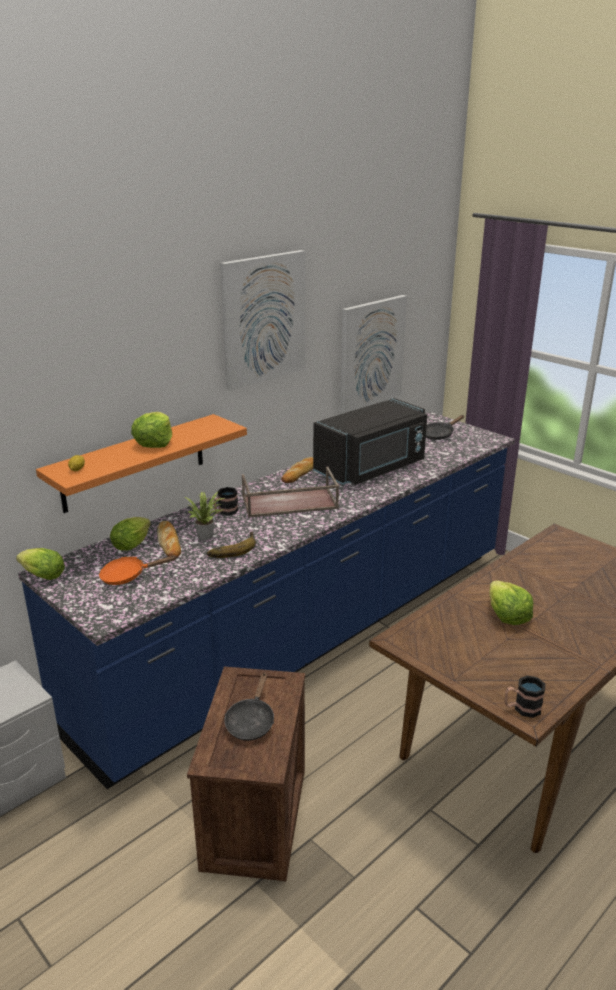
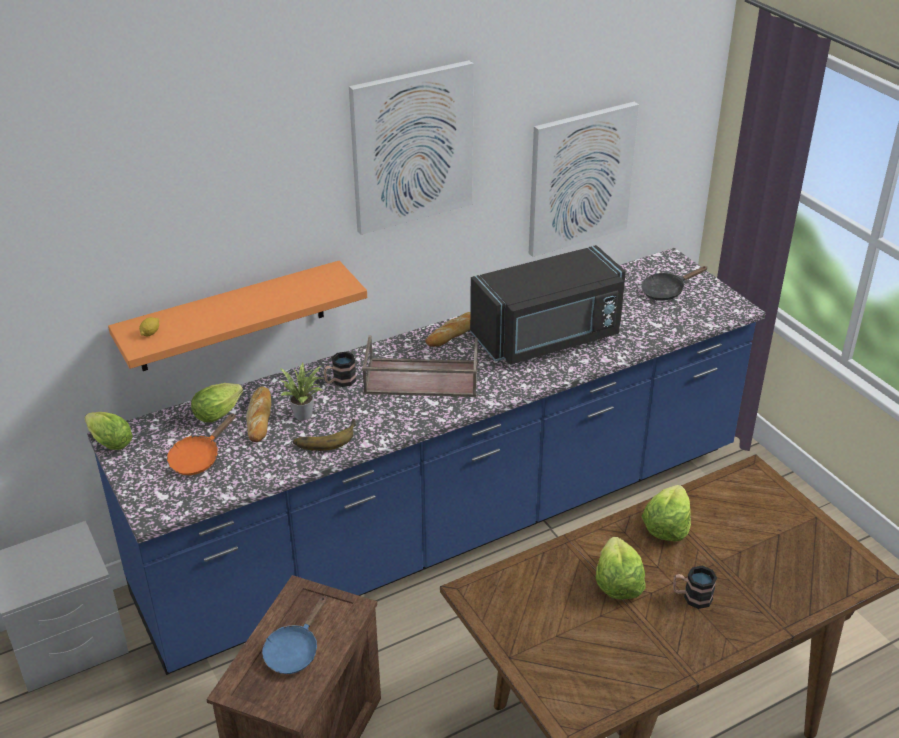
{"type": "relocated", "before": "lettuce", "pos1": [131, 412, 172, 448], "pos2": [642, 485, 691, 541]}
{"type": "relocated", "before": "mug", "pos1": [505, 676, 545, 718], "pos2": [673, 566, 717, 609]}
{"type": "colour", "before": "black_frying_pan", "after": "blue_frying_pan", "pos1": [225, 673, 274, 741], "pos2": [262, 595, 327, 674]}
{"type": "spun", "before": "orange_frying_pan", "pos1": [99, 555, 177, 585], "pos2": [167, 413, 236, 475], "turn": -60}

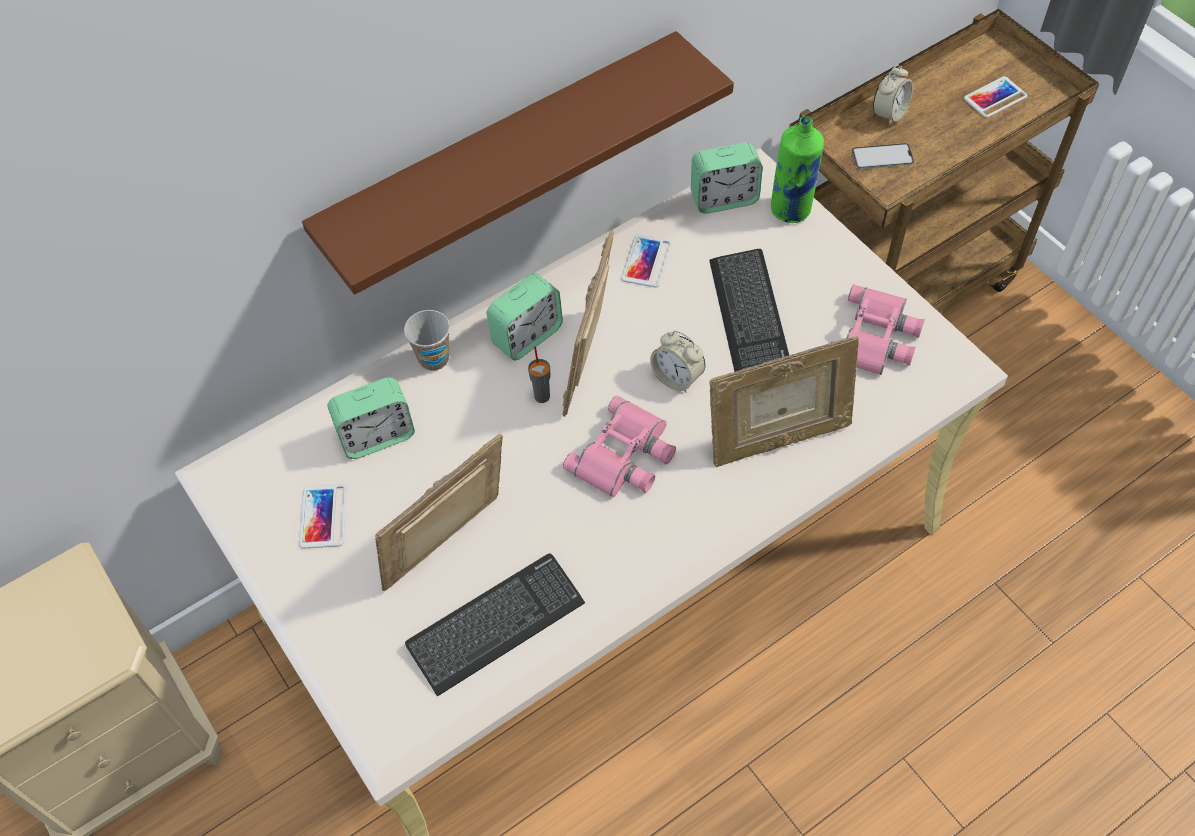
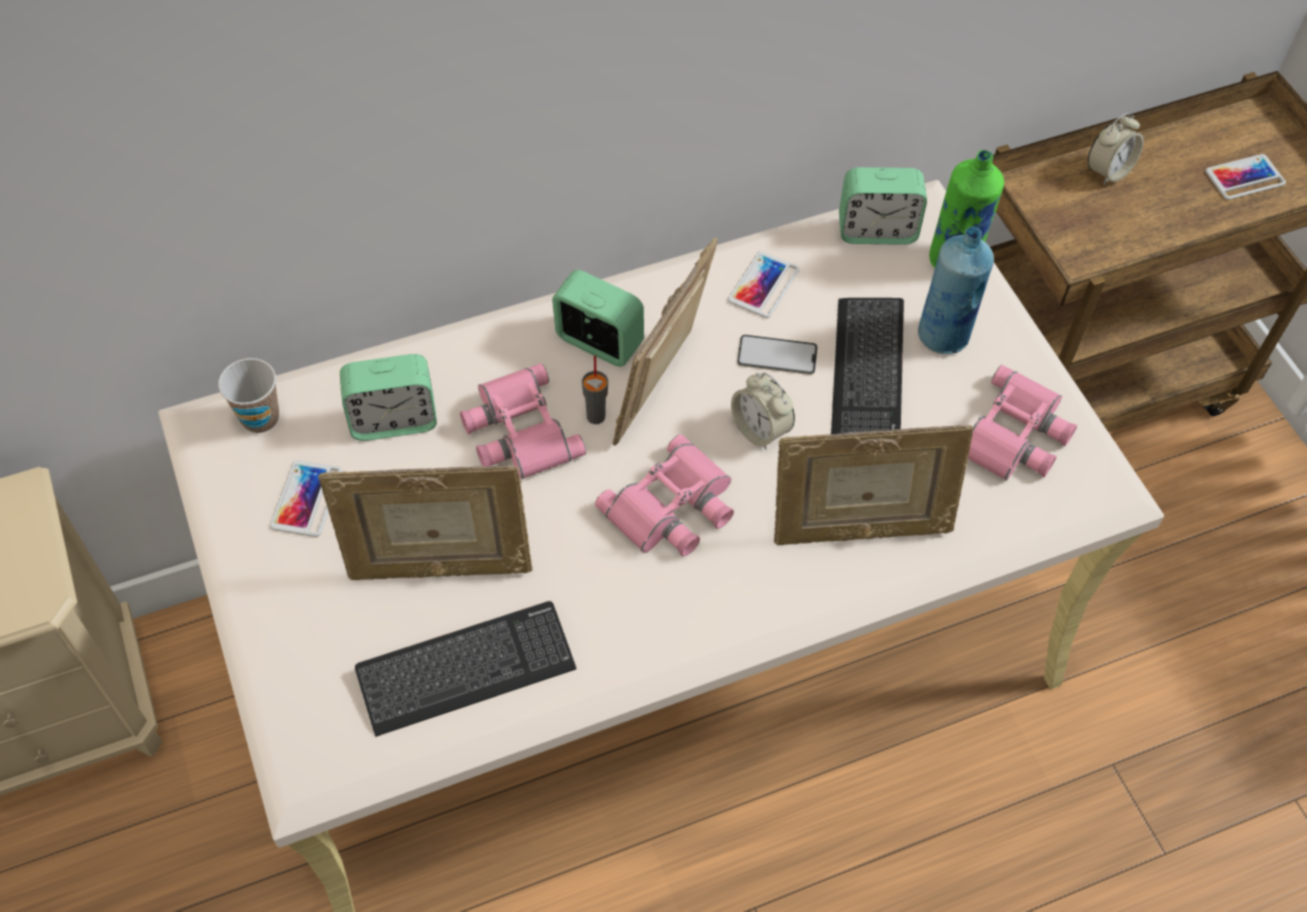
{"type": "missing", "before": "brown_shelf", "pos1": [302, 31, 734, 295]}
{"type": "appeared", "after": "pink_binoculars", "pos2": [460, 363, 586, 479]}
{"type": "appeared", "after": "blue_bottle", "pos2": [918, 227, 994, 354]}
{"type": "relocated", "before": "cup", "pos1": [404, 310, 450, 371], "pos2": [218, 358, 279, 433]}
{"type": "relocated", "before": "phone", "pos1": [852, 143, 914, 169], "pos2": [737, 335, 817, 375]}
{"type": "spun", "before": "picture_frame", "pos1": [375, 434, 503, 591], "pos2": [318, 465, 533, 580], "turn": -150}
{"type": "spun", "before": "alarm_clock", "pos1": [487, 273, 563, 360], "pos2": [552, 270, 644, 367], "turn": -120}

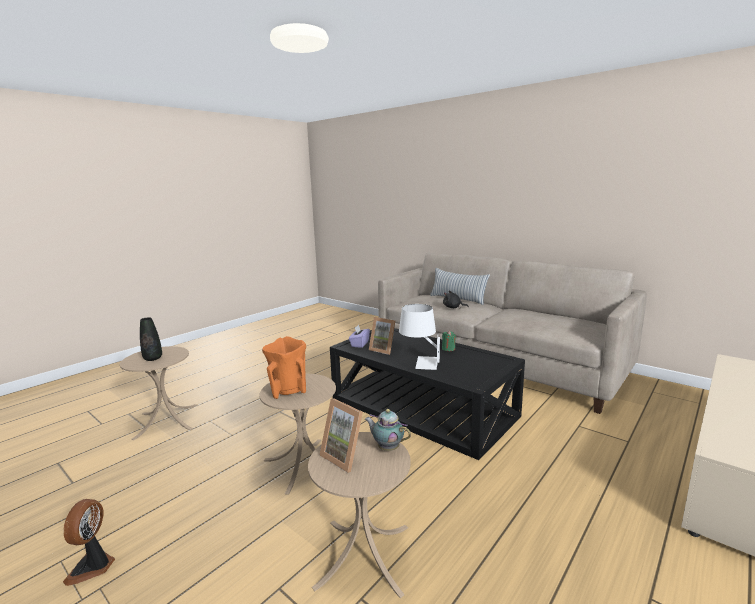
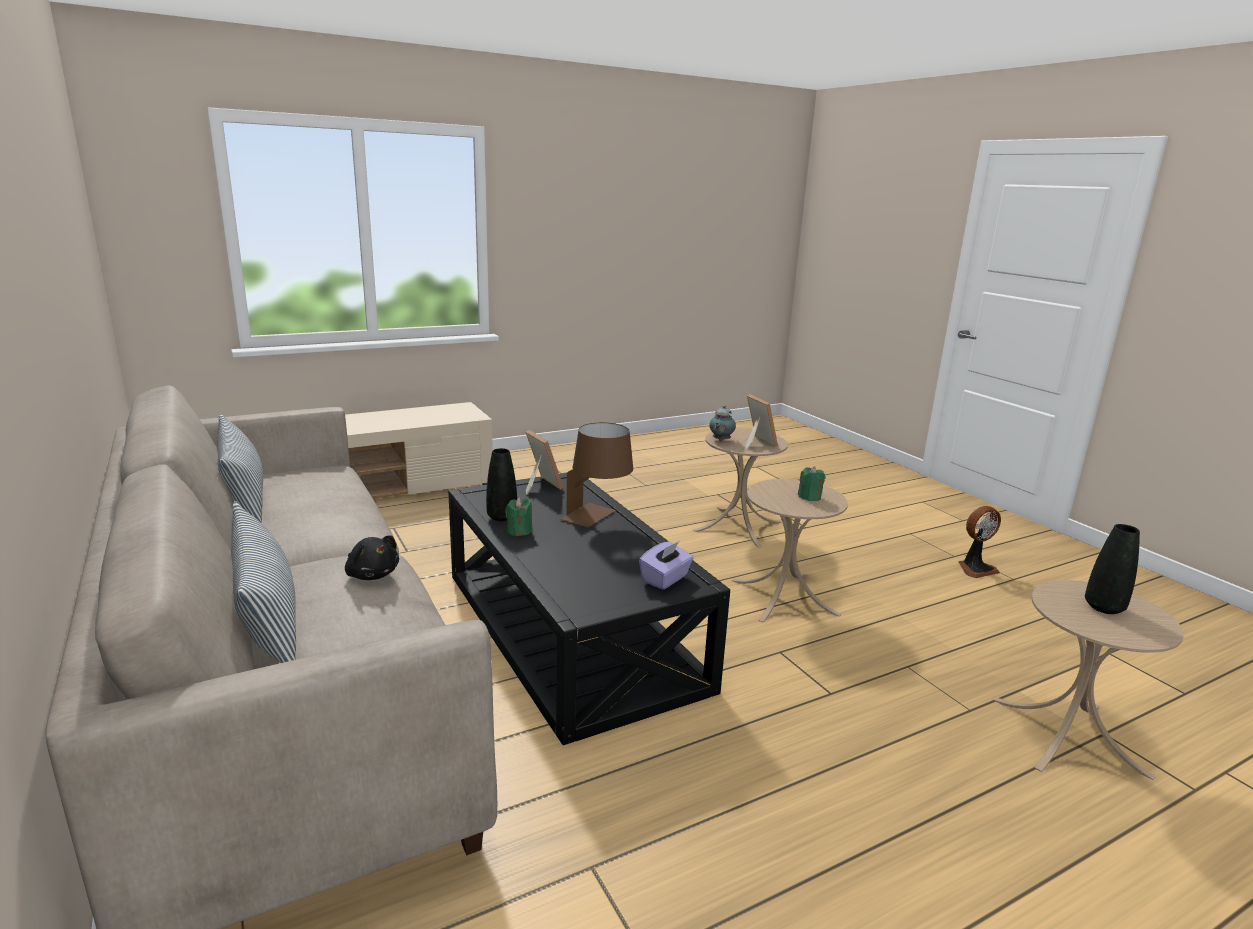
{"type": "appeared", "after": "pillow", "pos2": [217, 414, 263, 523]}
{"type": "appeared", "after": "black_vase", "pos2": [486, 448, 517, 521]}
{"type": "relocated", "before": "picture_frame", "pos1": [369, 317, 395, 355], "pos2": [526, 430, 563, 494]}
{"type": "exchanged", "before": "orange_vase", "after": "green_candle", "pos1": [262, 336, 306, 399], "pos2": [798, 466, 826, 501]}
{"type": "colour", "before": "white_table_lamp", "after": "brown_table_lamp", "pos1": [399, 304, 440, 370], "pos2": [561, 422, 633, 528]}
{"type": "spun", "before": "fan", "pos1": [63, 499, 115, 586], "pos2": [958, 506, 1001, 578], "turn": 45}
{"type": "spun", "before": "teapot", "pos1": [365, 409, 411, 451], "pos2": [710, 405, 736, 442], "turn": 60}

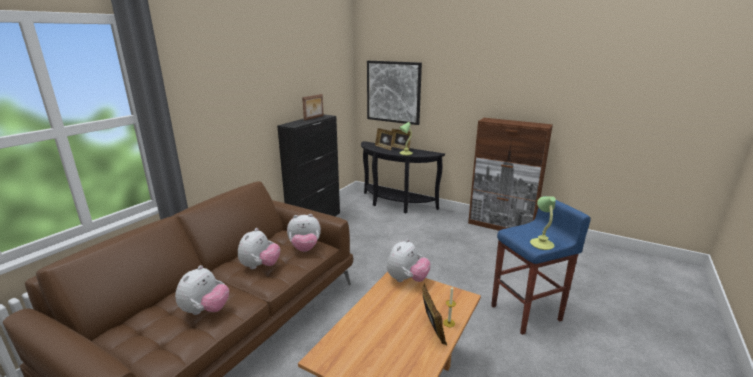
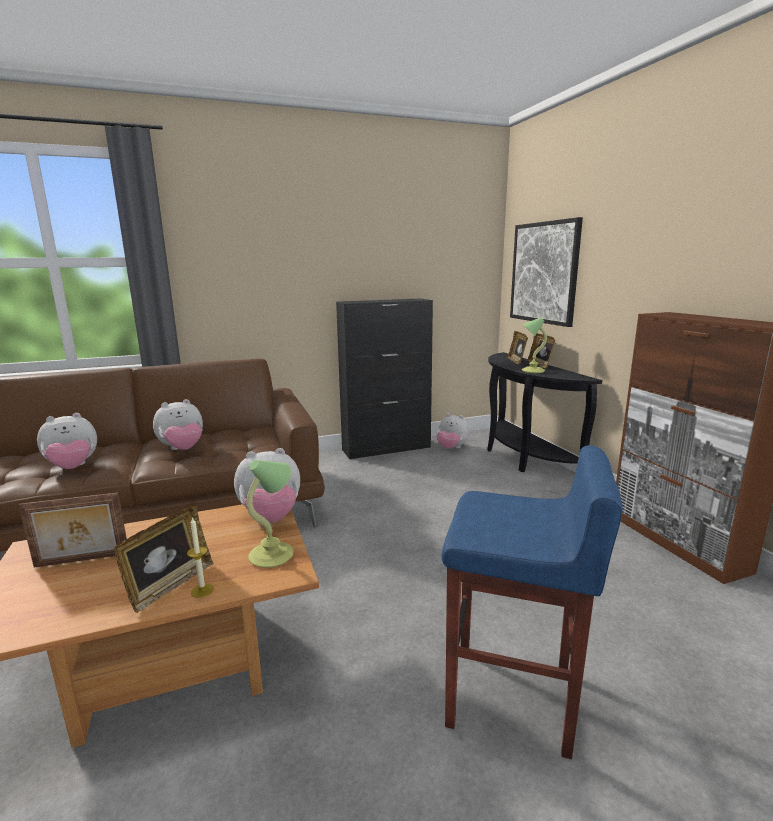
{"type": "relocated", "before": "plush_toy", "pos1": [287, 214, 321, 252], "pos2": [436, 414, 470, 449]}
{"type": "relocated", "before": "picture_frame", "pos1": [302, 94, 324, 121], "pos2": [18, 492, 127, 568]}
{"type": "relocated", "before": "table_lamp", "pos1": [530, 196, 556, 250], "pos2": [246, 460, 294, 568]}

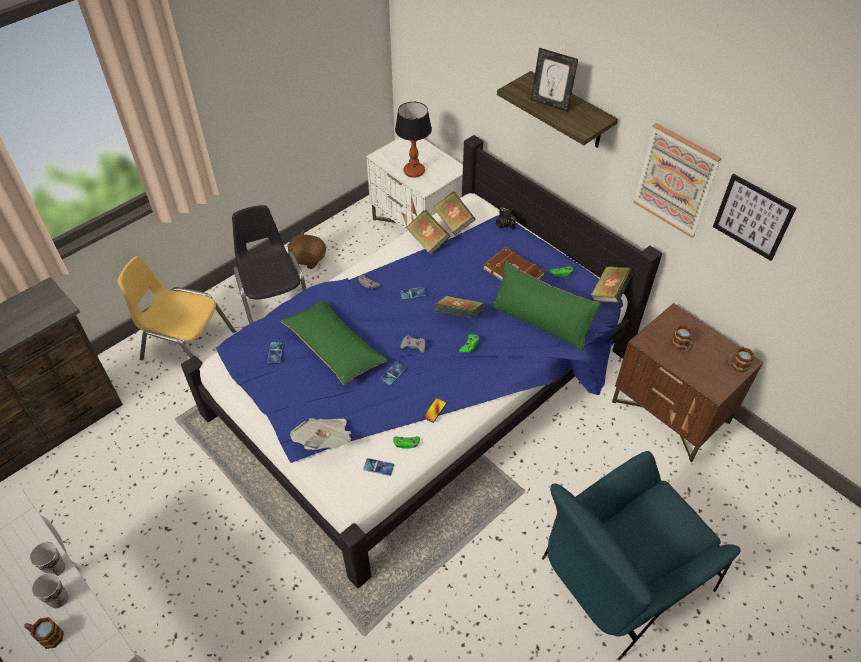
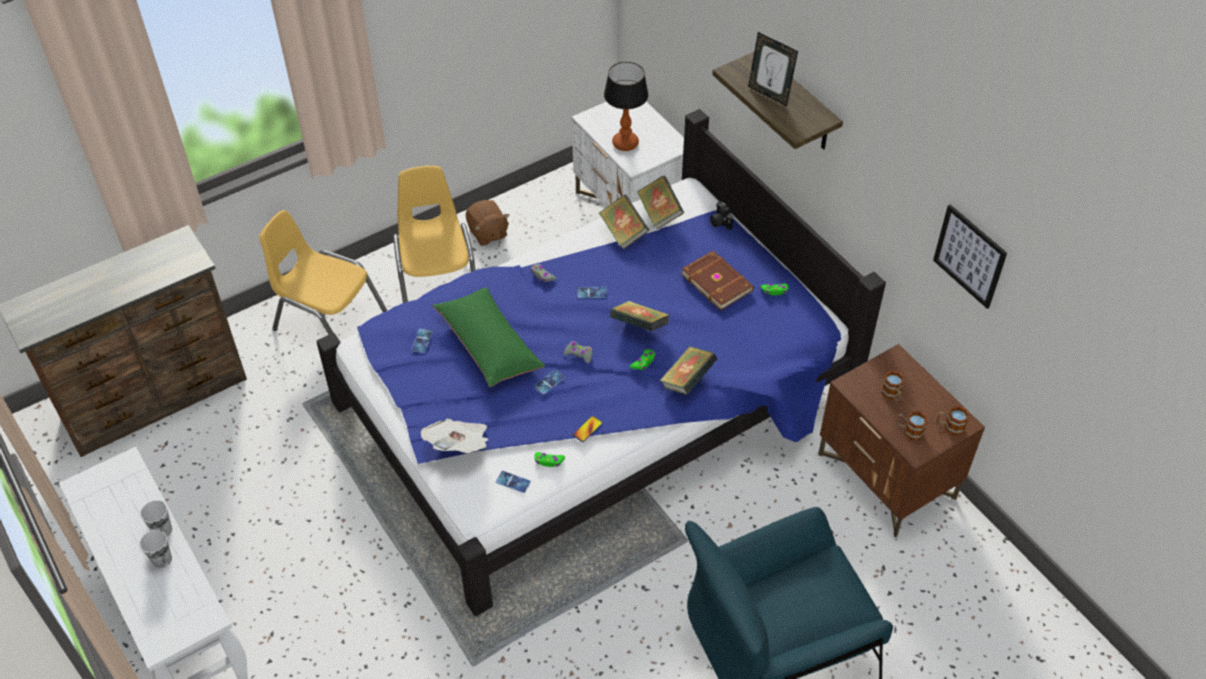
{"type": "missing", "before": "green_pillow", "pos1": [491, 261, 601, 351]}
{"type": "missing", "before": "picture", "pos1": [633, 123, 721, 238]}
{"type": "relocated", "before": "mug", "pos1": [24, 617, 64, 649], "pos2": [897, 411, 928, 440]}
{"type": "relocated", "before": "book", "pos1": [591, 266, 633, 303], "pos2": [660, 346, 717, 395]}
{"type": "colour", "before": "black_chair", "after": "yellow_chair", "pos1": [232, 205, 306, 324], "pos2": [393, 166, 476, 303]}
{"type": "spun", "before": "brown_plush_toy", "pos1": [287, 231, 326, 269], "pos2": [466, 200, 510, 246], "turn": -150}

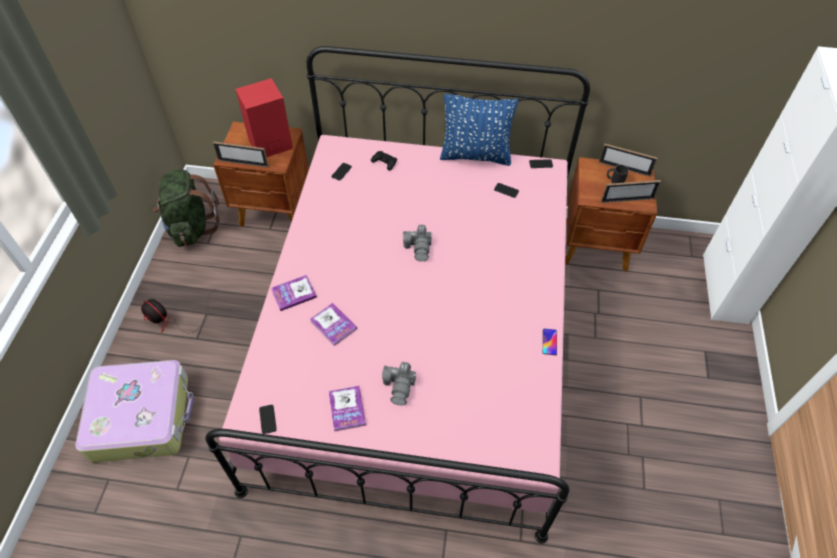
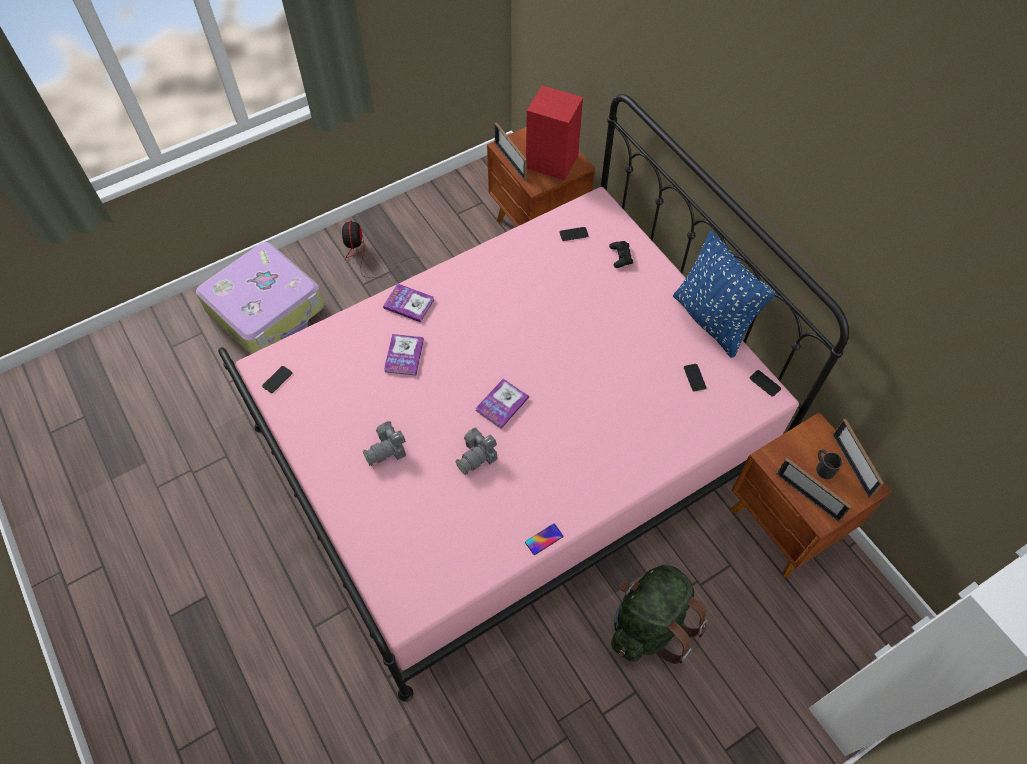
{"type": "relocated", "before": "green_backpack", "pos1": [153, 169, 220, 247], "pos2": [611, 564, 708, 664]}
{"type": "relocated", "before": "book", "pos1": [328, 386, 366, 432], "pos2": [475, 379, 529, 429]}
{"type": "relocated", "before": "photo_camera", "pos1": [403, 225, 432, 261], "pos2": [456, 427, 498, 475]}

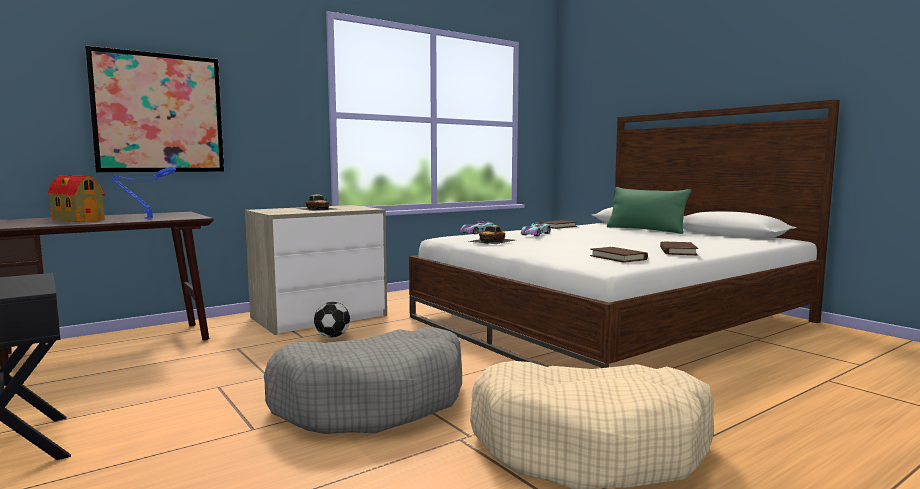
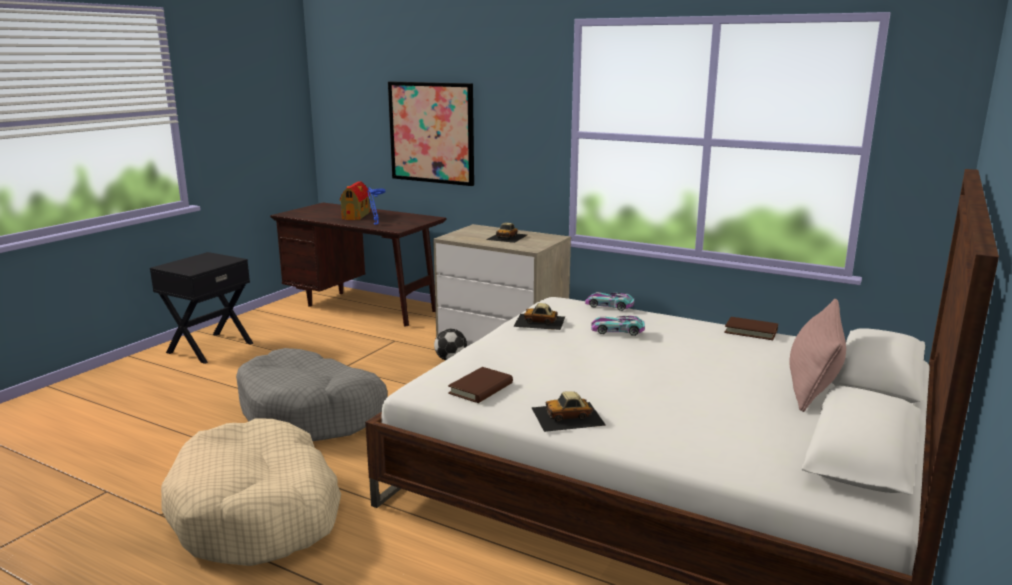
{"type": "exchanged", "before": "brown_book", "after": "toy_car", "pos1": [660, 242, 698, 255], "pos2": [531, 391, 606, 432]}
{"type": "colour", "before": "green_pillow", "after": "pink_pillow", "pos1": [607, 187, 691, 234], "pos2": [789, 299, 846, 412]}

